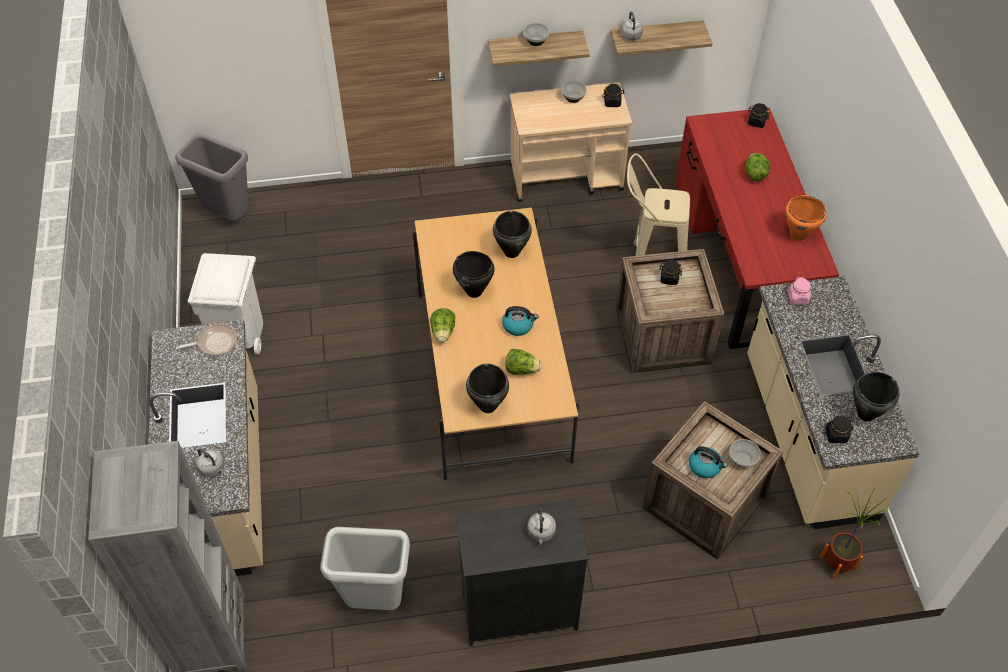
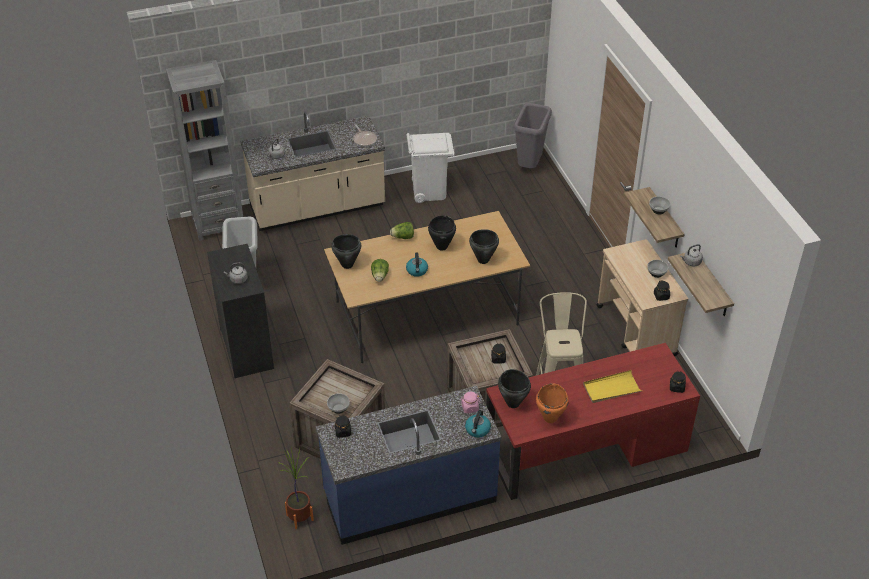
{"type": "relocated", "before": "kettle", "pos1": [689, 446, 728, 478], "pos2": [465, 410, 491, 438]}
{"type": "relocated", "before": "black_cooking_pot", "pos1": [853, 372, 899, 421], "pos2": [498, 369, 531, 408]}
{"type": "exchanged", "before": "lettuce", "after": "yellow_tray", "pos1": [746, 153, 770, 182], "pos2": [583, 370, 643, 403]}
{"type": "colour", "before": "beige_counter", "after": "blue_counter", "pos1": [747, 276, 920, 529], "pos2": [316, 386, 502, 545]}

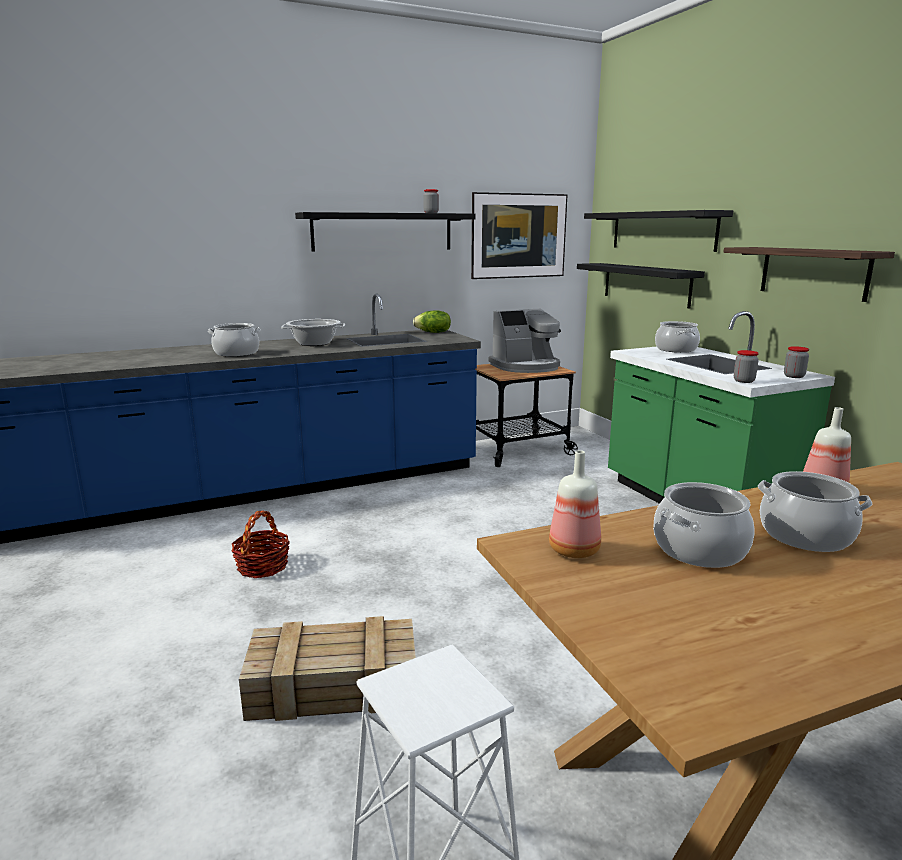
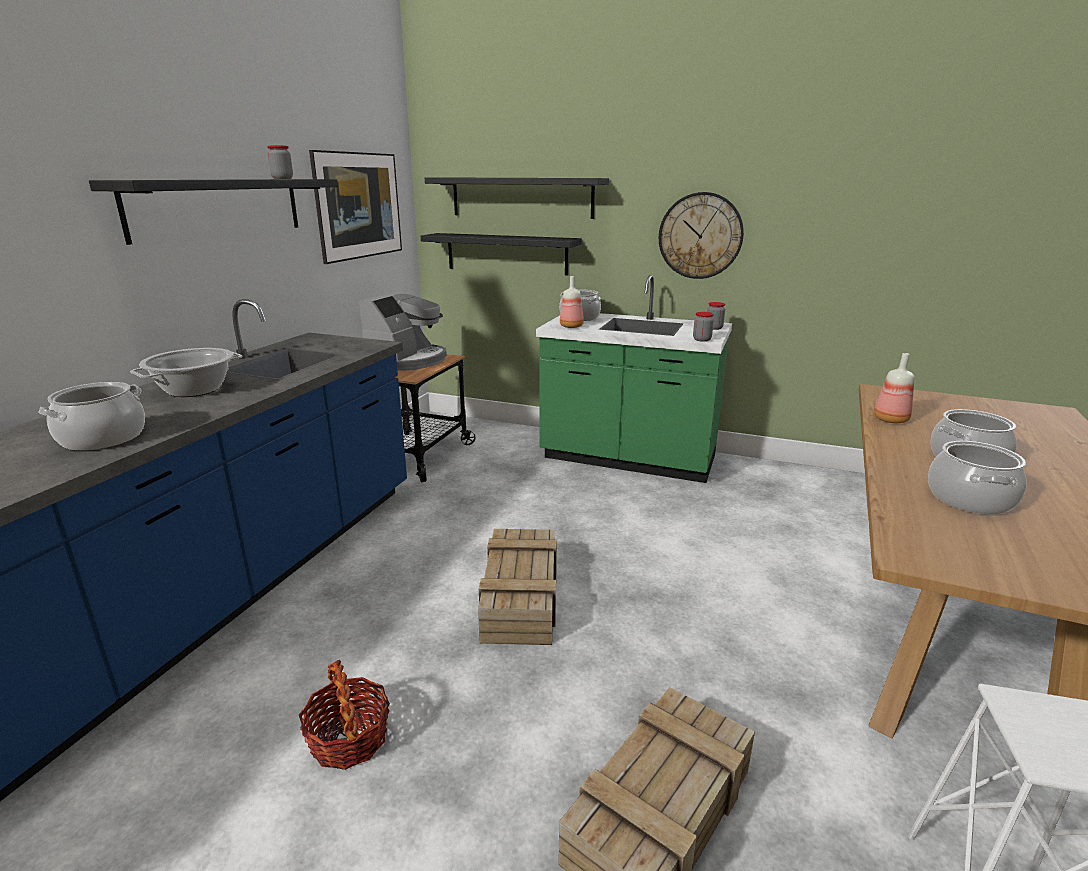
{"type": "missing", "before": "lettuce", "pos1": [413, 310, 451, 333]}
{"type": "appeared", "after": "crate", "pos2": [478, 529, 557, 645]}
{"type": "relocated", "before": "bottle", "pos1": [549, 450, 601, 558], "pos2": [560, 276, 584, 328]}
{"type": "exchanged", "before": "shelf", "after": "wall_clock", "pos1": [723, 247, 895, 302], "pos2": [659, 192, 744, 279]}

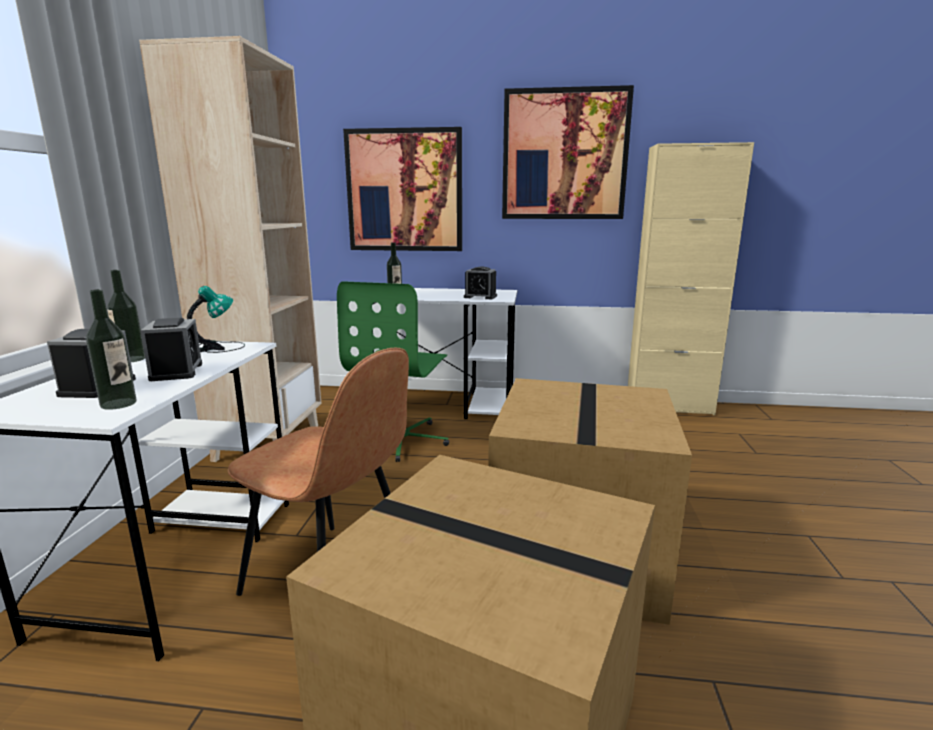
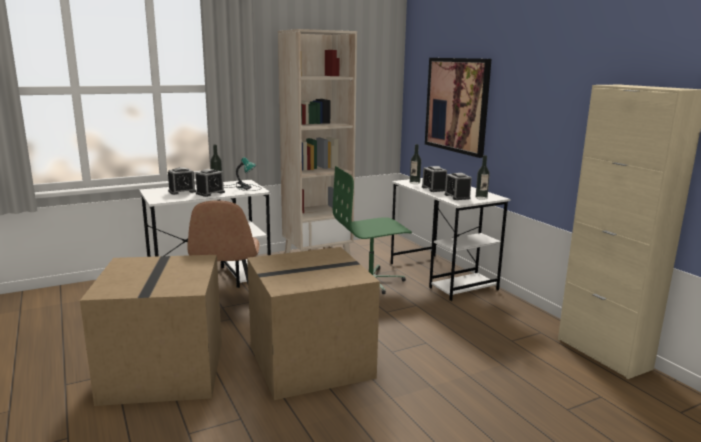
{"type": "missing", "before": "picture", "pos1": [502, 85, 634, 219]}
{"type": "appeared", "after": "alarm_clock", "pos2": [422, 166, 447, 192]}
{"type": "relocated", "before": "bottle", "pos1": [86, 289, 136, 410], "pos2": [476, 155, 490, 200]}

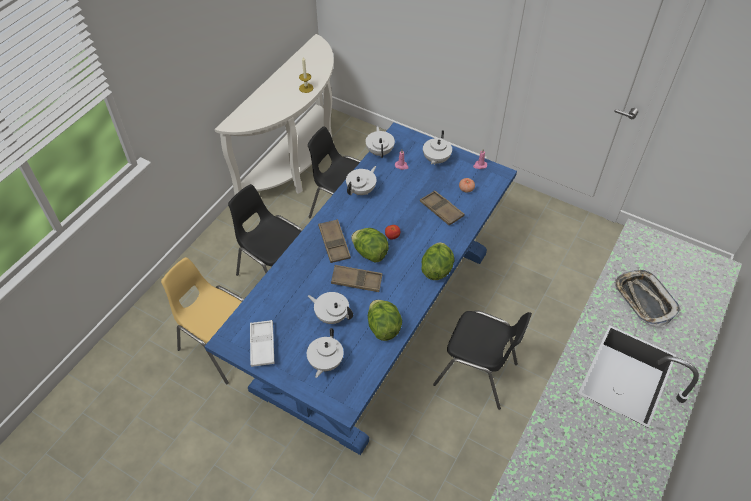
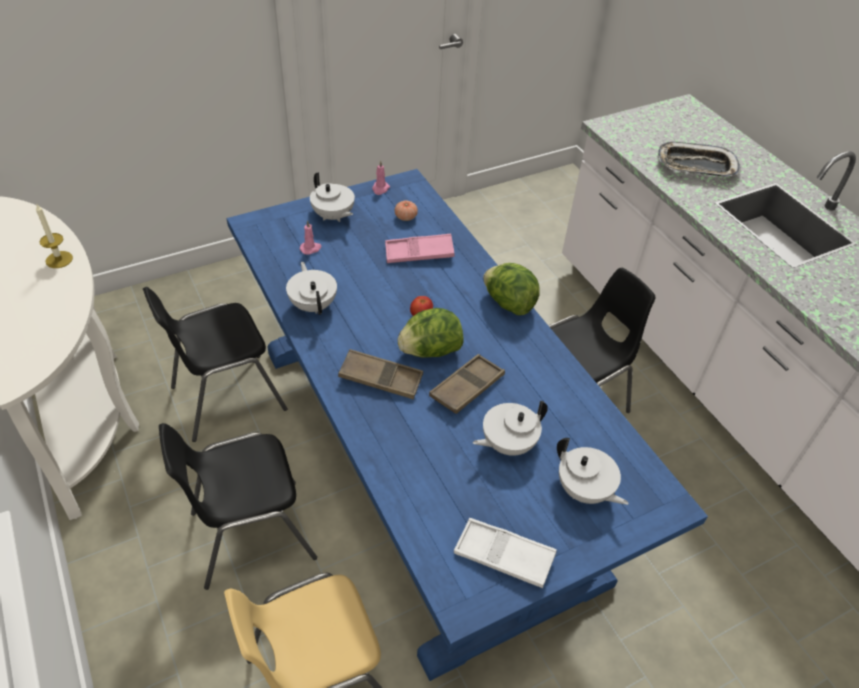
{"type": "missing", "before": "white_teapot", "pos1": [365, 125, 395, 158]}
{"type": "missing", "before": "lettuce", "pos1": [368, 300, 402, 341]}
{"type": "colour", "before": "brown_tray", "after": "pink_tray", "pos1": [420, 190, 464, 226], "pos2": [385, 234, 455, 263]}

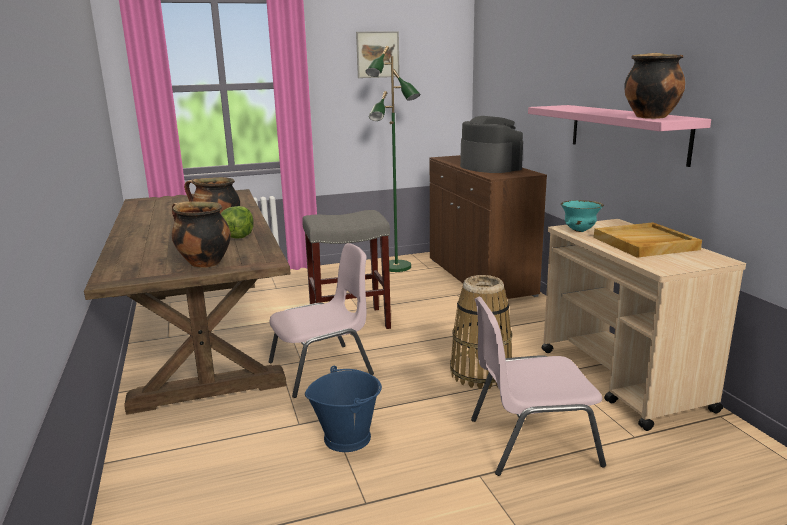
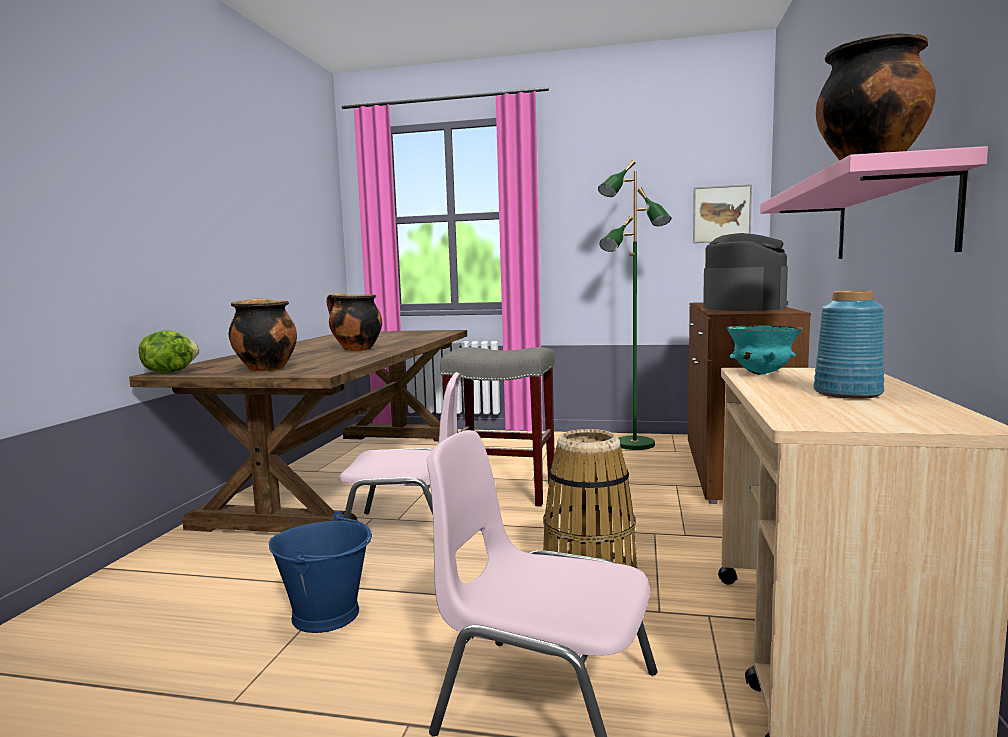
{"type": "relocated", "before": "lettuce", "pos1": [221, 206, 253, 239], "pos2": [139, 331, 199, 373]}
{"type": "relocated", "before": "picture", "pos1": [356, 31, 400, 78], "pos2": [693, 184, 752, 243]}
{"type": "exchanged", "before": "beige_tray", "after": "blue_vase", "pos1": [594, 222, 702, 258], "pos2": [813, 290, 884, 399]}

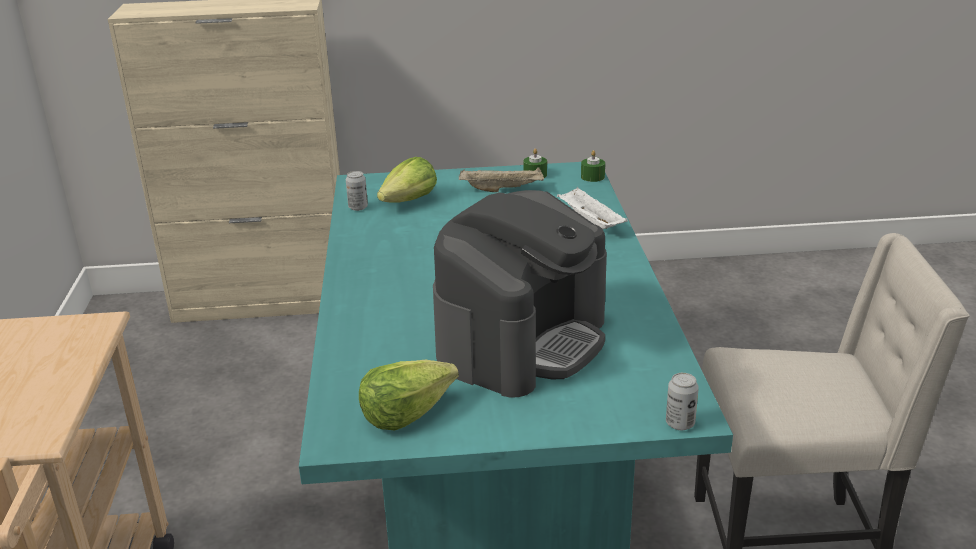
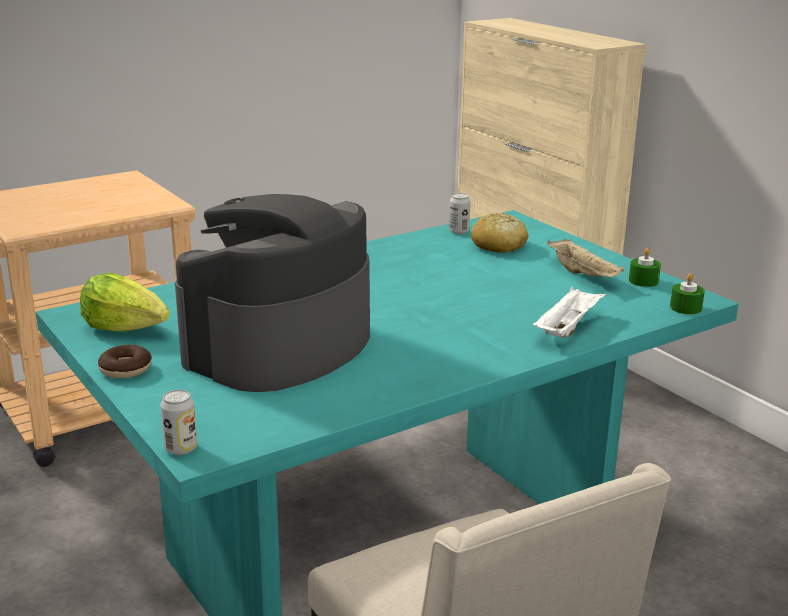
{"type": "appeared", "after": "donut", "pos2": [98, 345, 152, 378]}
{"type": "exchanged", "before": "lettuce", "after": "bread", "pos1": [377, 157, 437, 203], "pos2": [471, 213, 529, 253]}
{"type": "spun", "before": "coffee_machine", "pos1": [433, 190, 607, 397], "pos2": [175, 194, 370, 392], "turn": 120}

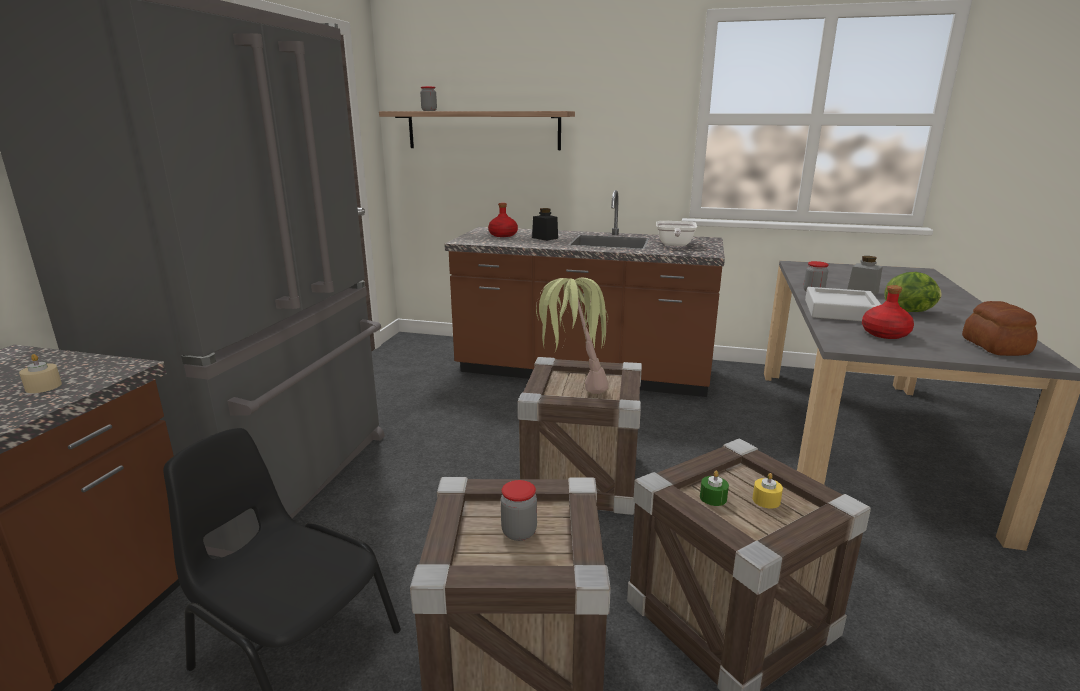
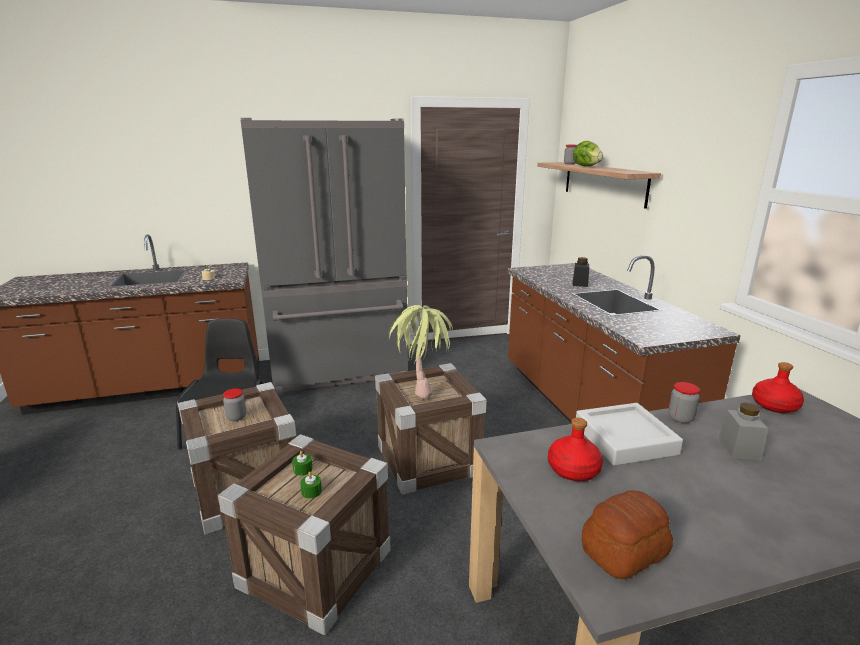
{"type": "missing", "before": "frying_pan", "pos1": [656, 221, 697, 246]}
{"type": "relocated", "before": "red_bottle", "pos1": [488, 203, 518, 237], "pos2": [752, 362, 804, 413]}
{"type": "relocated", "before": "lettuce", "pos1": [884, 272, 942, 312], "pos2": [573, 141, 603, 167]}
{"type": "colour", "before": "yellow_candle", "after": "green_candle", "pos1": [753, 473, 783, 509], "pos2": [300, 472, 322, 499]}

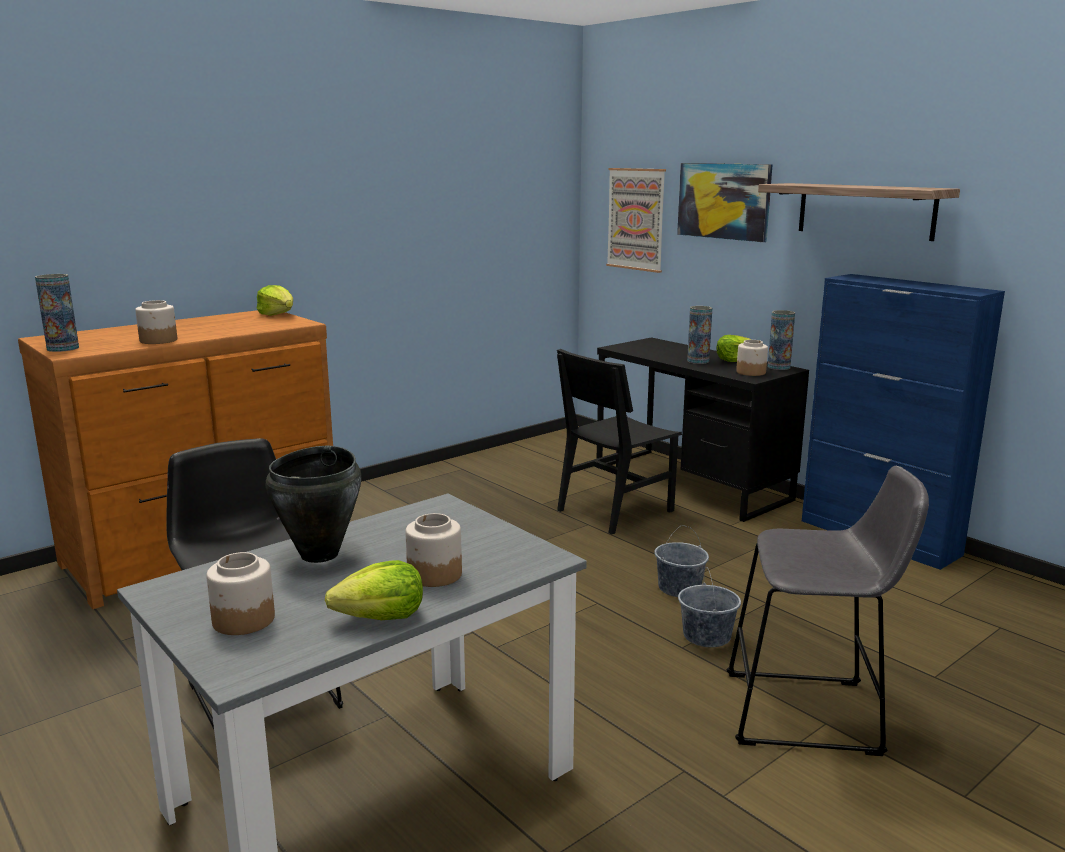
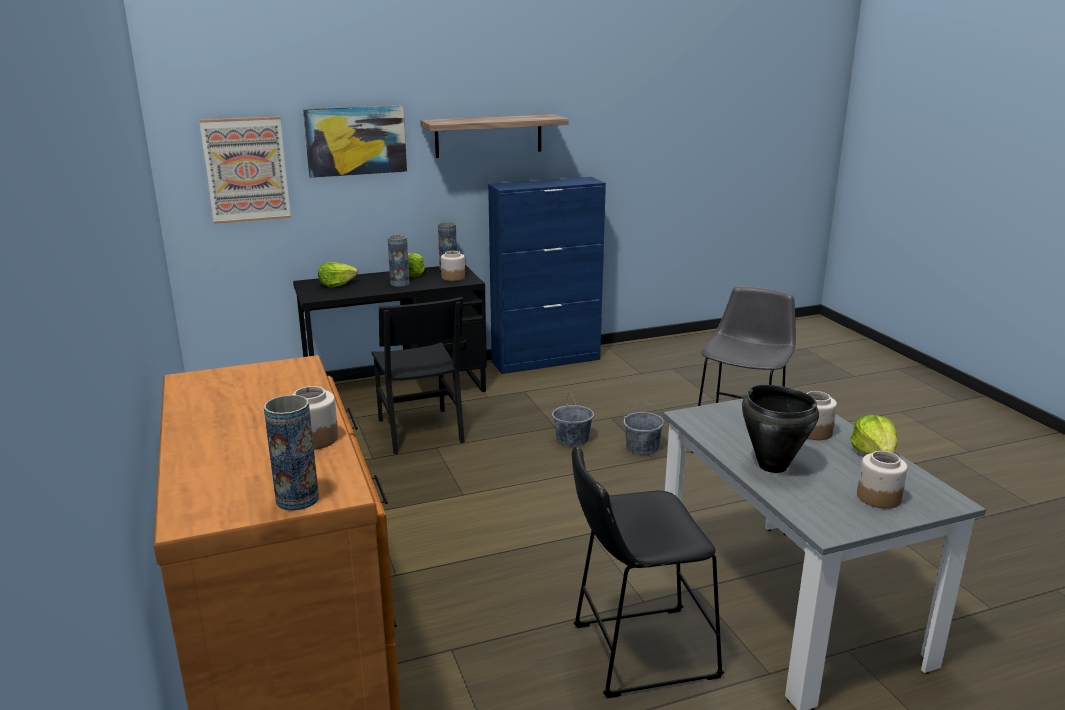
{"type": "relocated", "before": "lettuce", "pos1": [256, 285, 293, 316], "pos2": [318, 262, 358, 287]}

